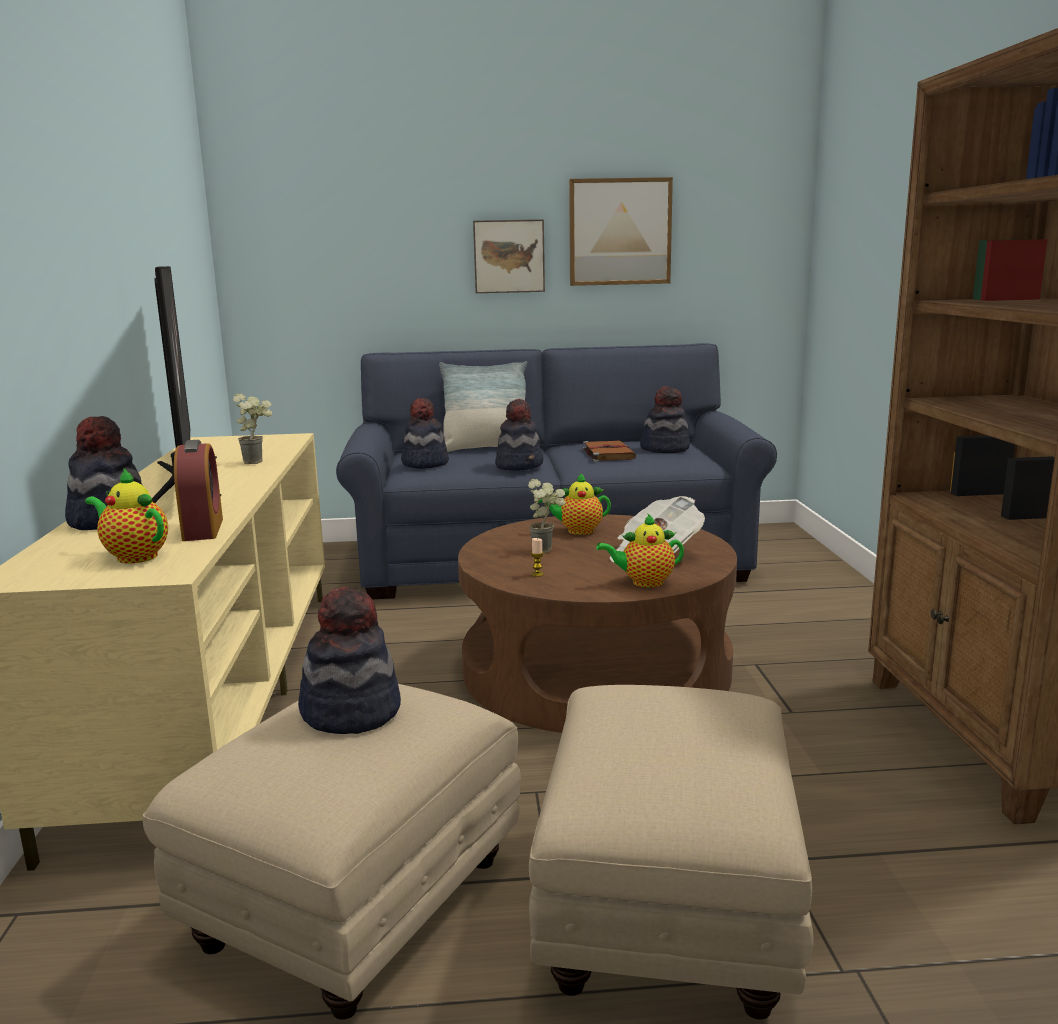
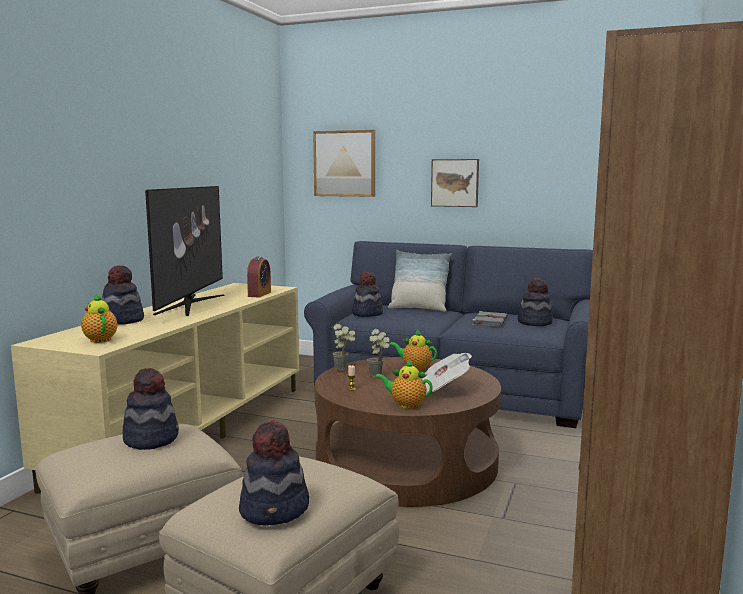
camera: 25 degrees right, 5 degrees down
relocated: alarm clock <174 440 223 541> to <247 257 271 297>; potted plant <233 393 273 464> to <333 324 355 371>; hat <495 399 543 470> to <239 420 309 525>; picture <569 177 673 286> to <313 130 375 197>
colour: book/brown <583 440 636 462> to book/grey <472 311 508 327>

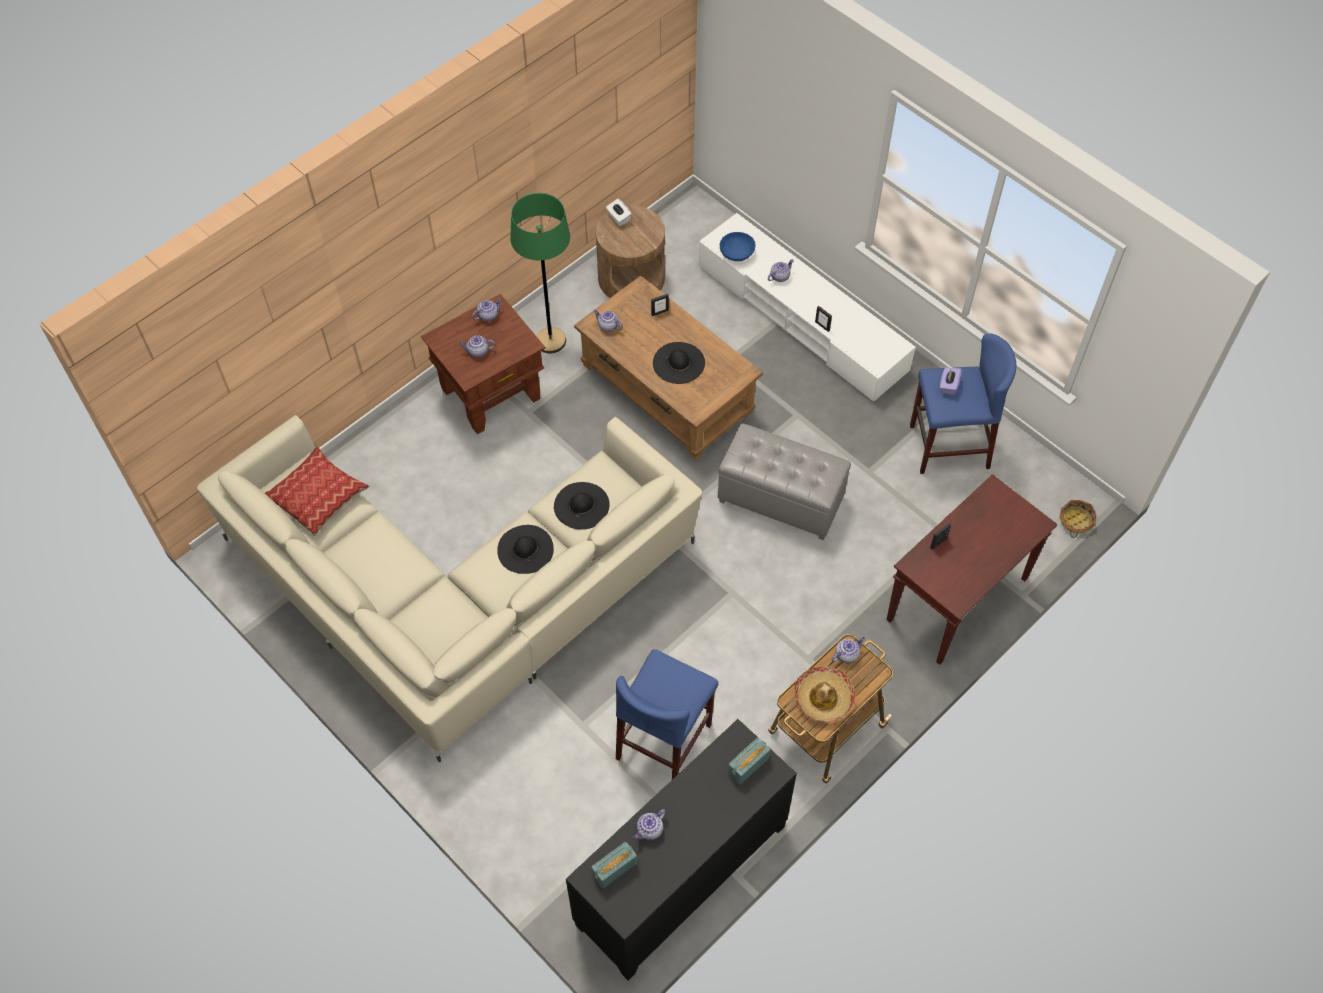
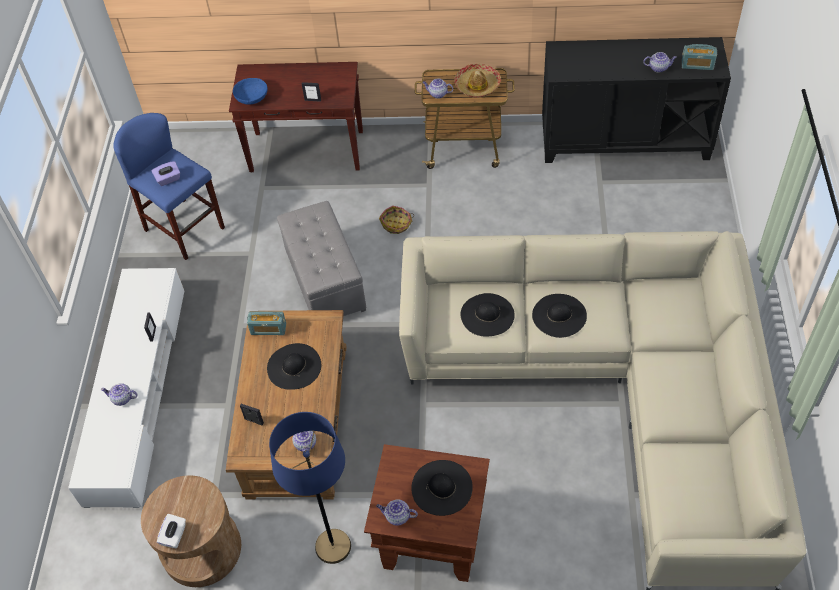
camera: 130 degrees left, 5 degrees down
missing: pillow <265 447 370 536>; stool/blue <616 649 718 779>
relocated: bowl/blue <720 232 756 261> to <233 78 268 105>; radio <728 738 770 785> to <247 311 286 335>; basket <1059 500 1096 538> to <379 206 414 234>
exchanged: teapot <459 335 495 357> to hat/black <411 460 473 516>
colour: floor lamp/green <510 193 570 353> to floor lamp/blue <269 412 351 564>

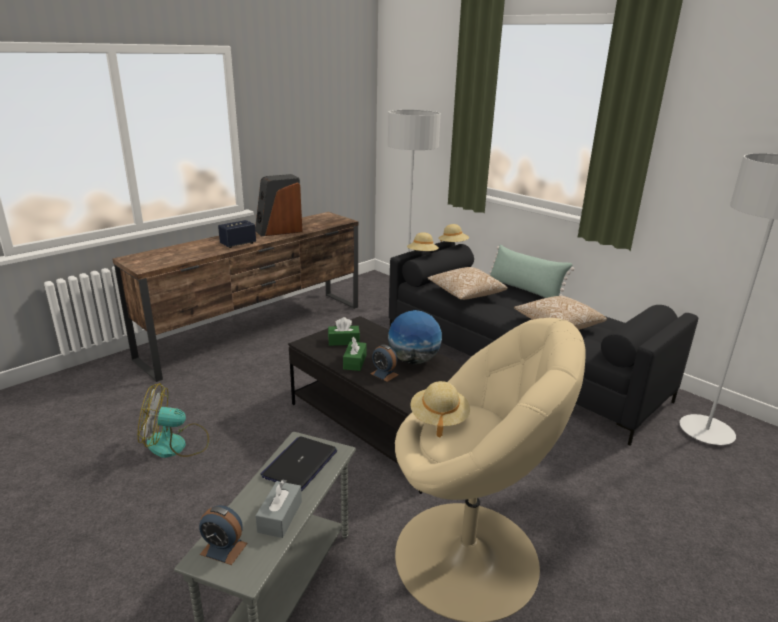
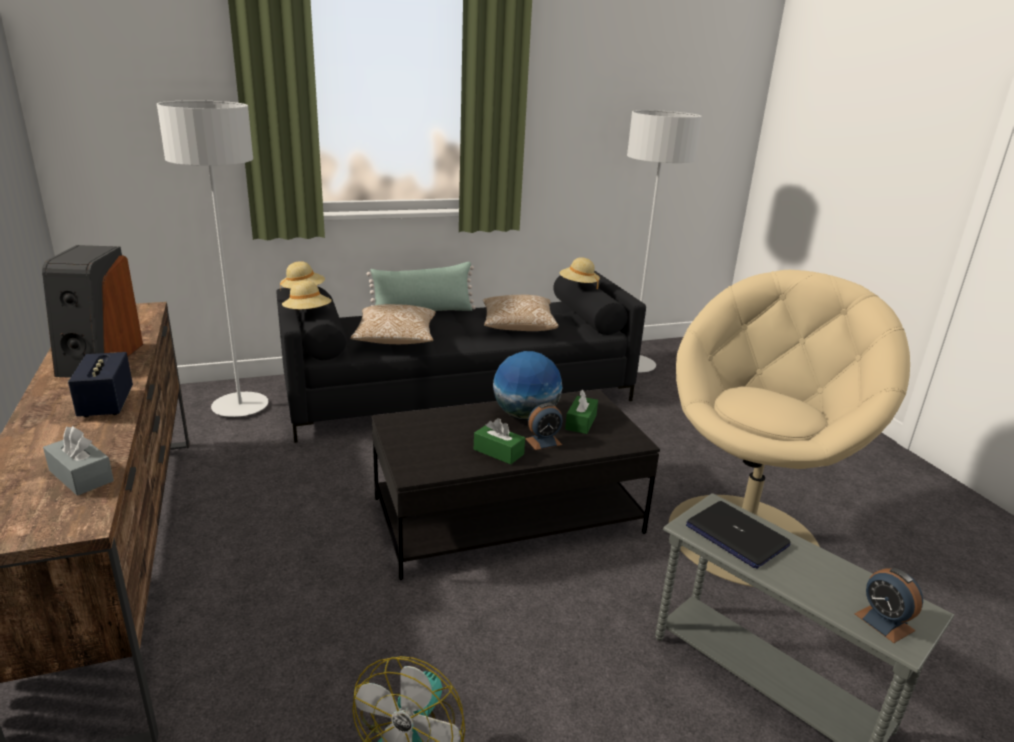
camera: 65 degrees left, 0 degrees up
relocated: tissue box/grey <256 480 302 538> to <43 426 114 496>; tissue box/green <328 317 360 346> to <565 390 598 434>; hat/beige <411 381 470 437> to <560 257 600 289>
spun: alarm clock <199 505 248 565> = <855 568 923 643> 105 degrees clockwise

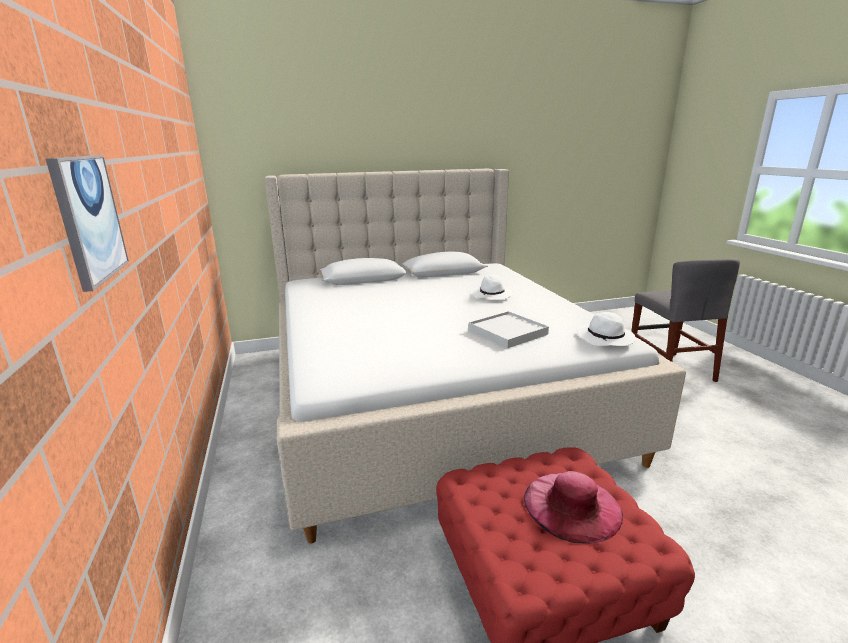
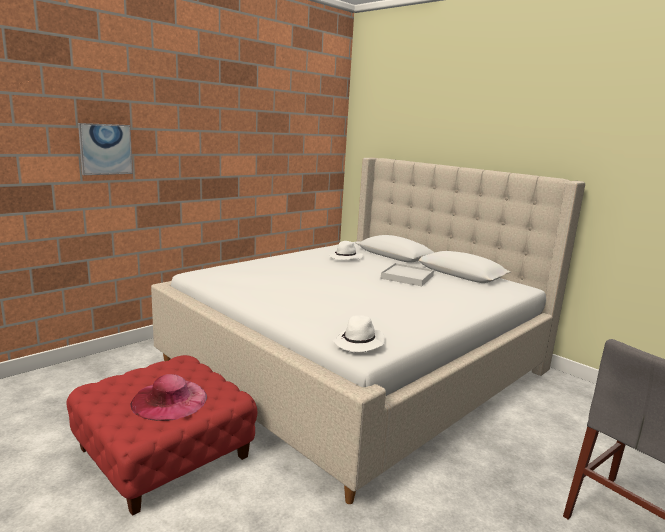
camera: 60 degrees right, 5 degrees down
relocated: tray/white <469 311 549 348> to <381 263 434 286>; hat/white <472 275 513 300> to <329 241 363 260>

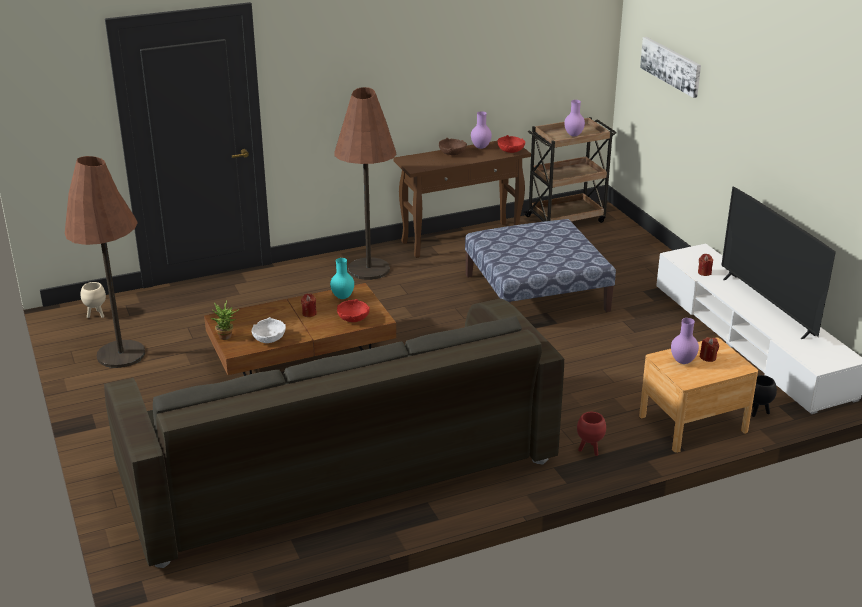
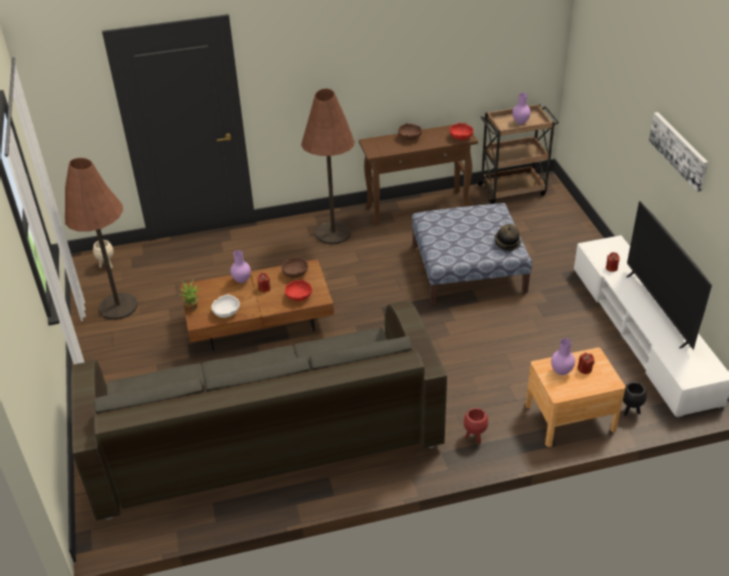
camera: 10 degrees right, 10 degrees up
appeared: hat <494 224 521 251>
relocated: vase/purple <471 111 492 149> to <230 250 251 283>; picture <640 37 701 98> to <649 112 708 192>
exchanged: vase/turquoise <330 258 354 299> to bowl/brown <281 256 308 278>

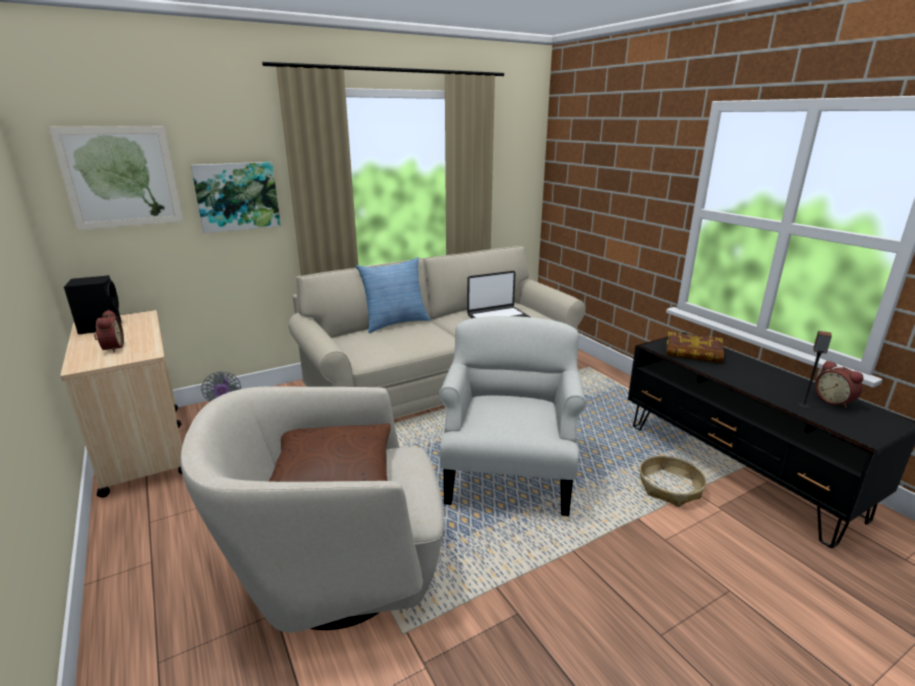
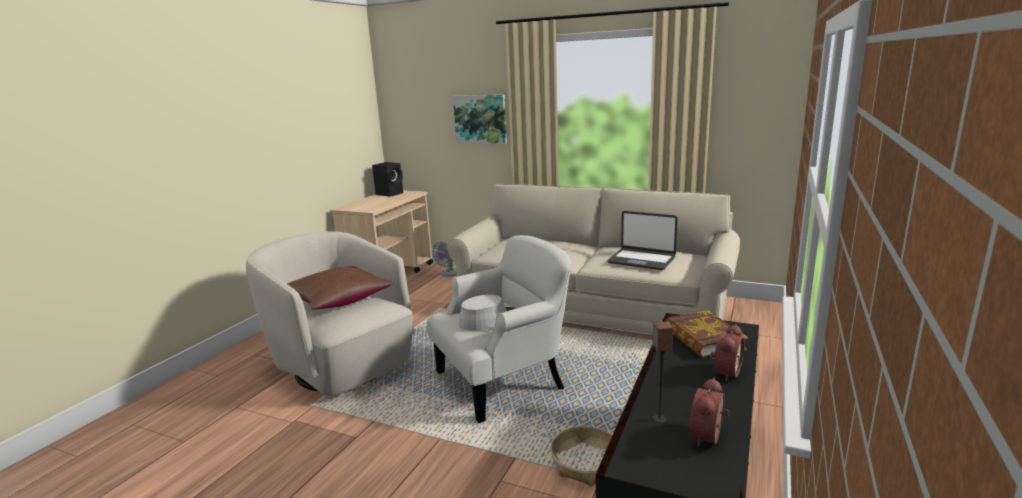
camera: 55 degrees right, 5 degrees down
missing: picture <49 126 183 230>; pillow <356 257 430 333>
appeared: hat/grey <459 295 515 331>
relocated: alarm clock <94 310 124 352> to <711 324 745 382>

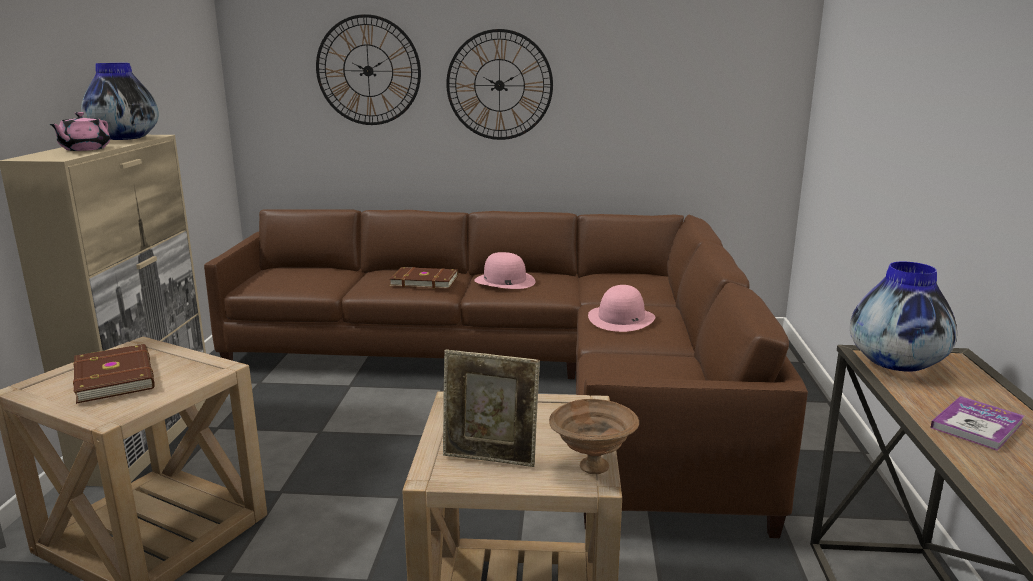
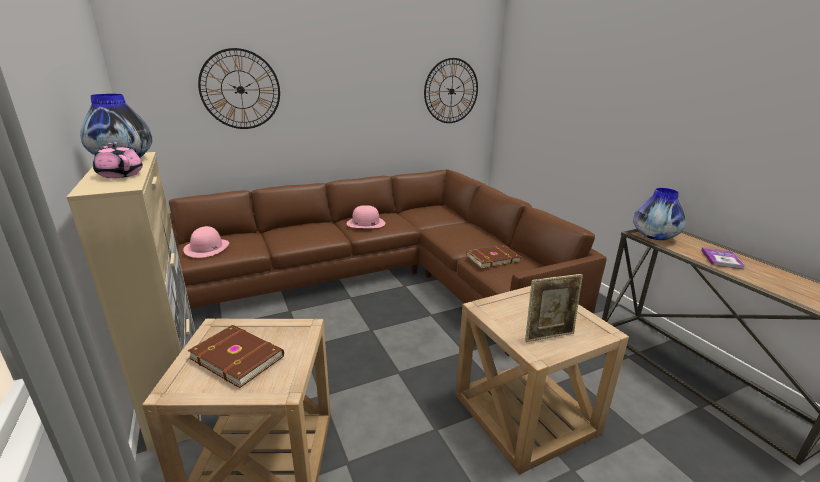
camera: 30 degrees left, 5 degrees up
missing: bowl/brown <549 399 639 474>
relocated: book/brown <390 267 458 289> to <466 245 521 269>; wall clock <446 29 553 140> to <424 58 478 123>; hat/pink <588 285 655 332> to <183 226 229 258>
spun: teapot/pink <49 112 110 151> = <93 142 143 178> 150 degrees clockwise

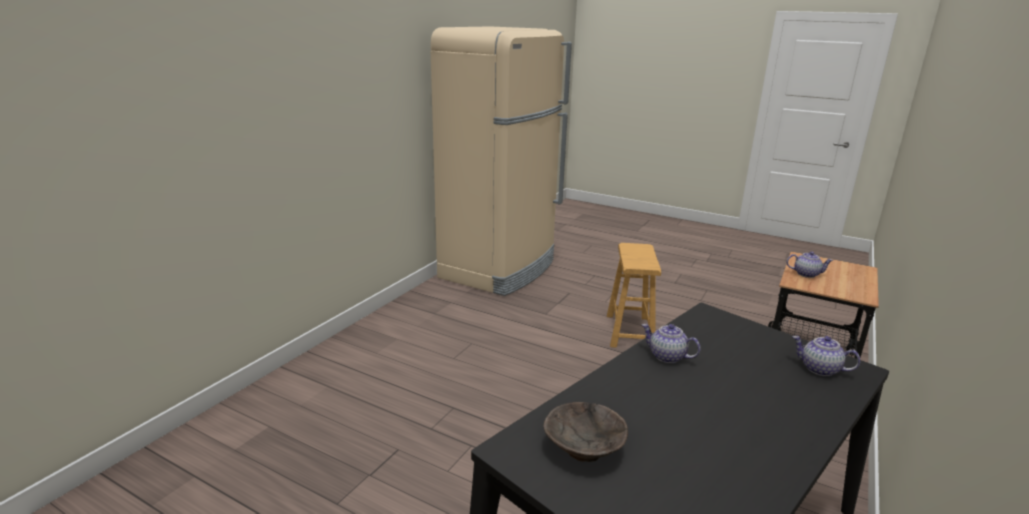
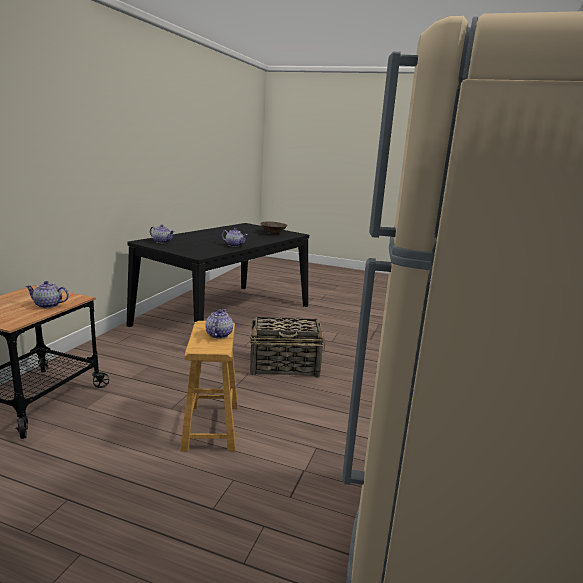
camera: 170 degrees right, 5 degrees down
appeared: teapot <205 309 233 339>; basket <250 316 325 378>

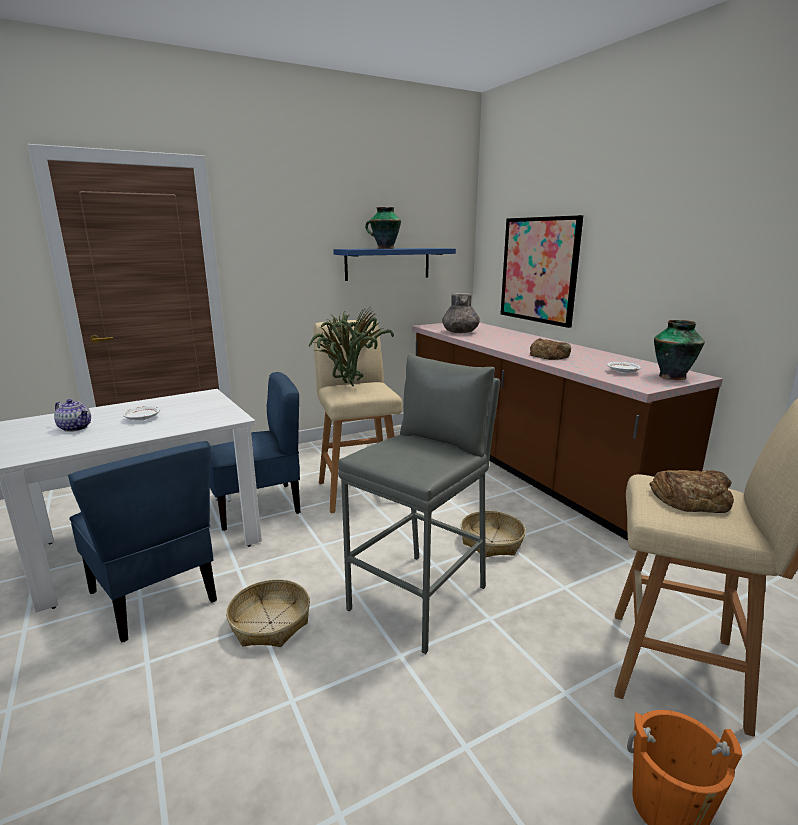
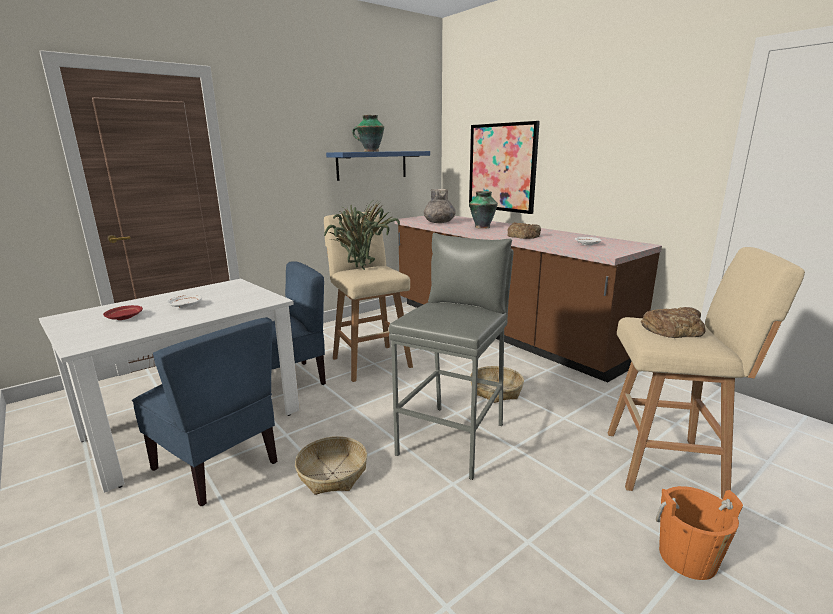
camera: 10 degrees left, 0 degrees up
relocated: vase <654 320 705 380> to <469 191 498 229>
exchanged: teapot <54 399 91 432> to plate/red <103 305 143 320>

